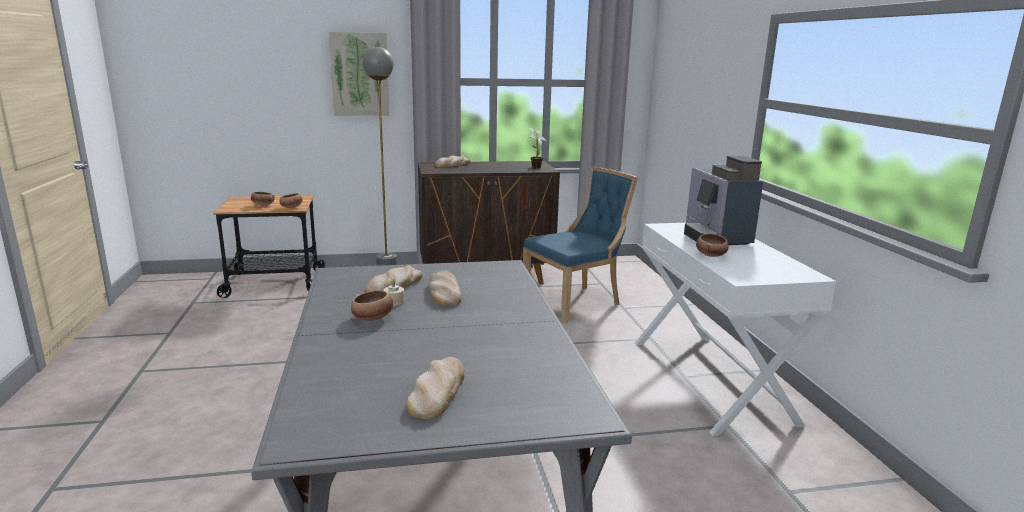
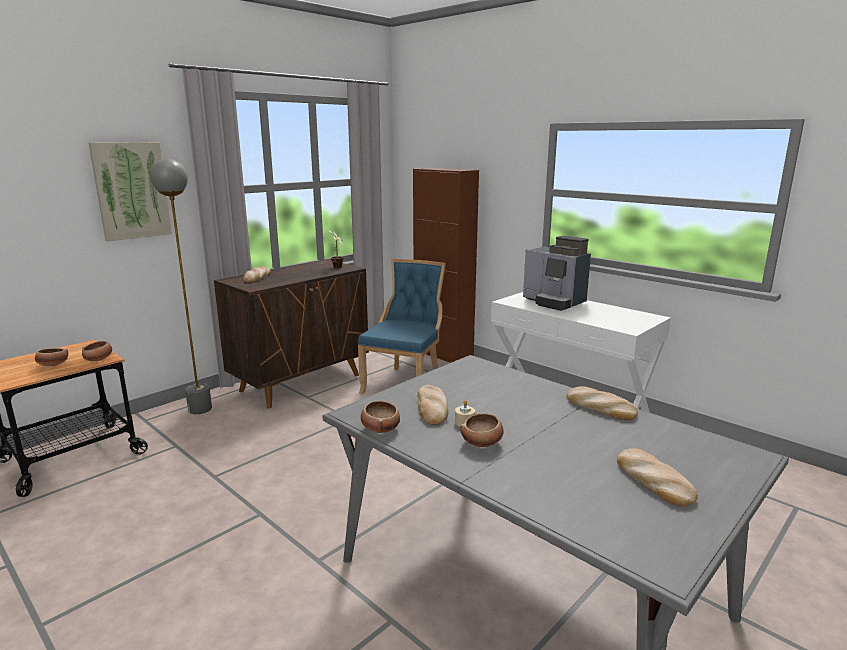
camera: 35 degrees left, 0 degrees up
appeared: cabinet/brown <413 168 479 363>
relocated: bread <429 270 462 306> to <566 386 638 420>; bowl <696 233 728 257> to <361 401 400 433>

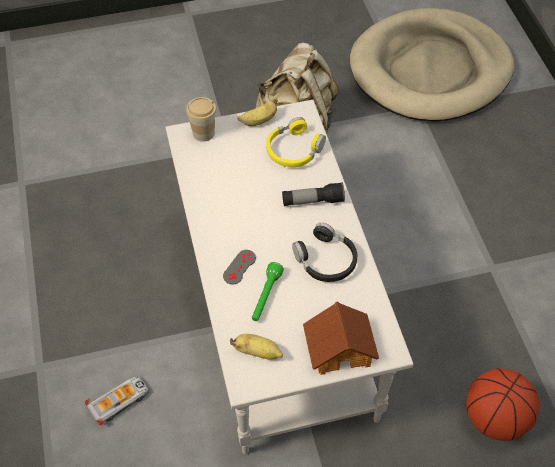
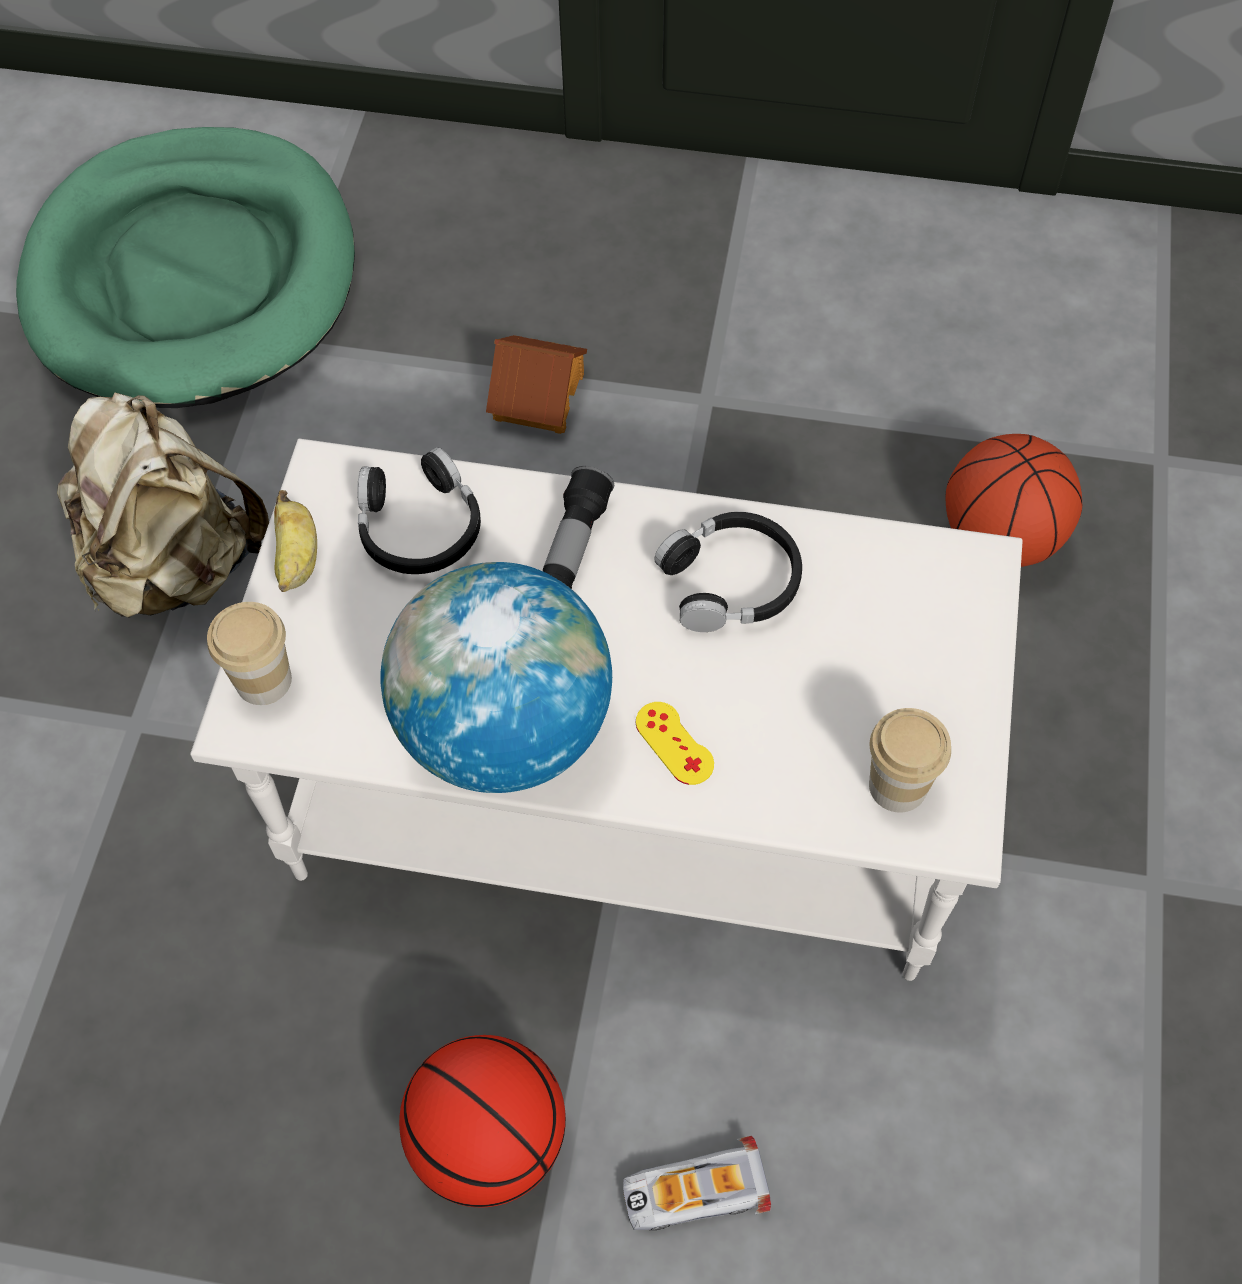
camera: 65 degrees left, 5 degrees up
missing: flashlight/green <252 262 284 321>
appeared: globe <380 562 612 793>; basketball <399 1035 566 1207>
relocated: toy house <303 302 379 375> to <486 335 587 434>
exchanged: banana <230 334 283 360> to cup <869 708 951 812>
colour: game controller/grey <223 250 256 285> to game controller/yellow <636 702 714 785>; headphones/yellow <266 117 326 167> to headphones/black <357 447 481 574>; dog bed/beige <350 8 514 122> to dog bed/green <16 127 355 408>
spun: toy car <85 376 149 426> = <623 1136 771 1230> 90 degrees counterclockwise

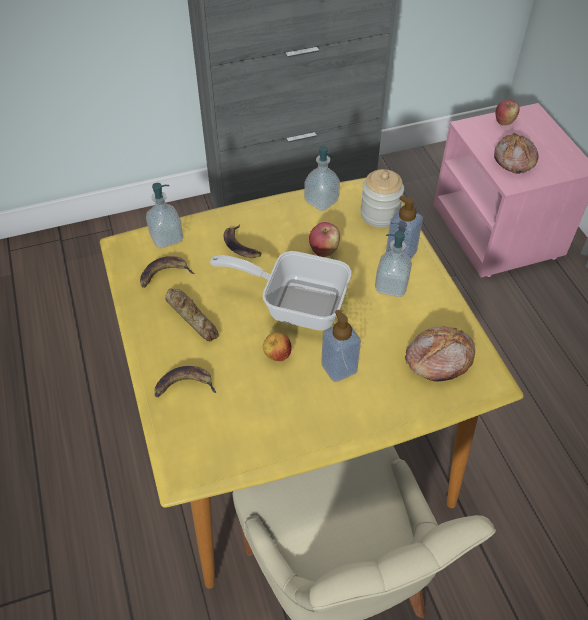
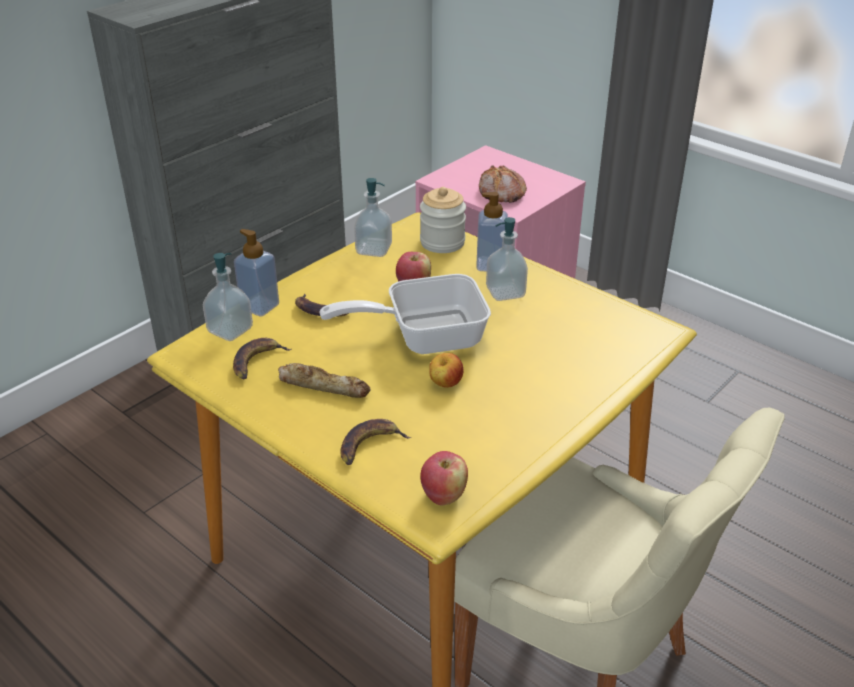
camera: 30 degrees left, 15 degrees down
missing: bread <405 327 475 382>
relocated: soap dispenser <321 310 361 382> to <234 229 279 317>; apple <495 99 520 125> to <420 451 468 506>

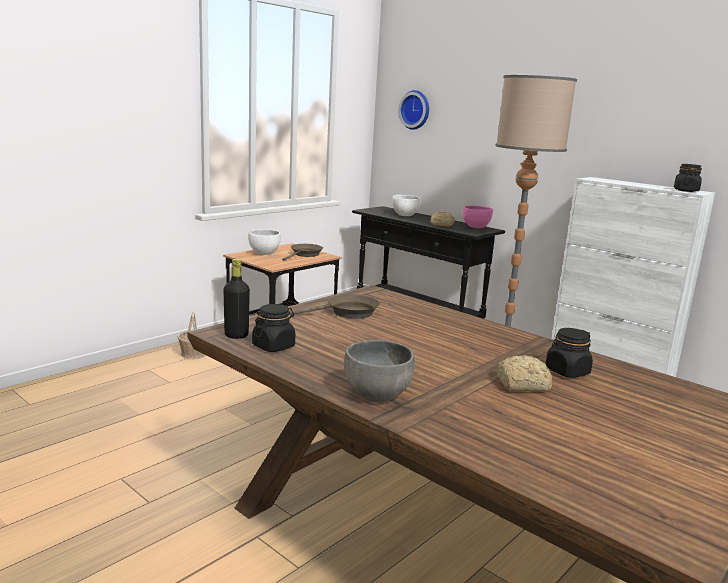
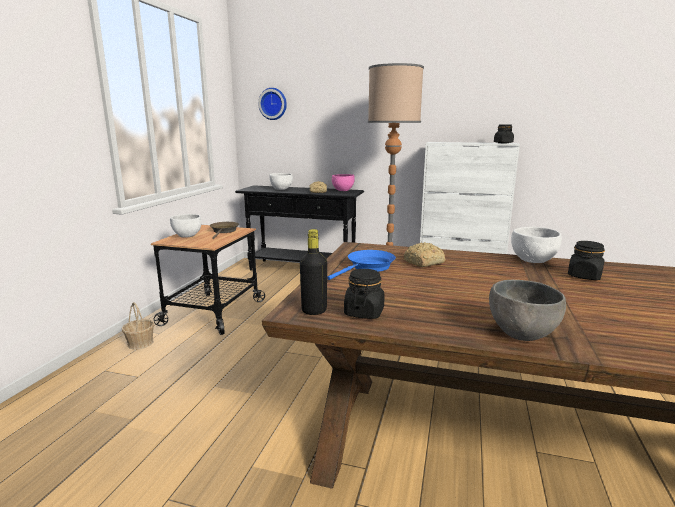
camera: 25 degrees left, 0 degrees up
appeared: bowl/white <511 227 562 263>
relocated: bread <497 355 552 392> to <404 242 445 267>
colour: frying pan/brown <290 294 380 319> to frying pan/blue <327 250 396 280>

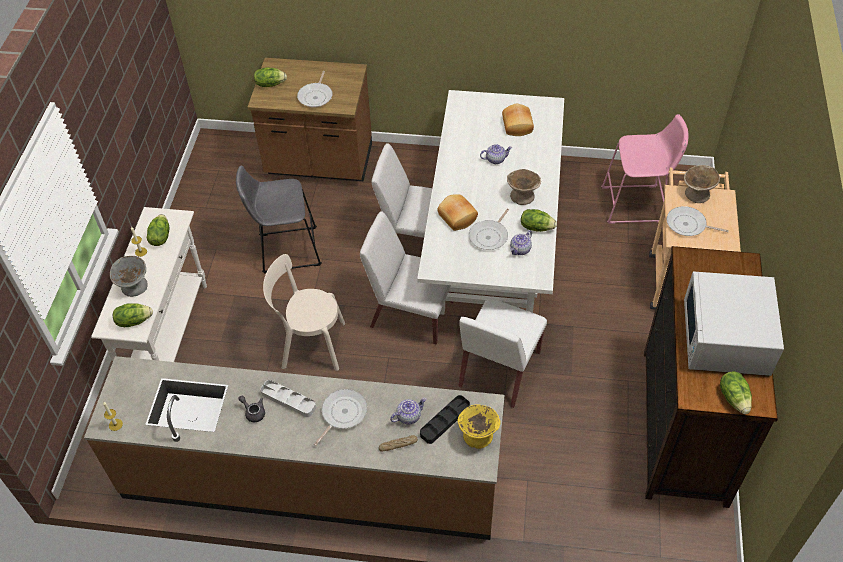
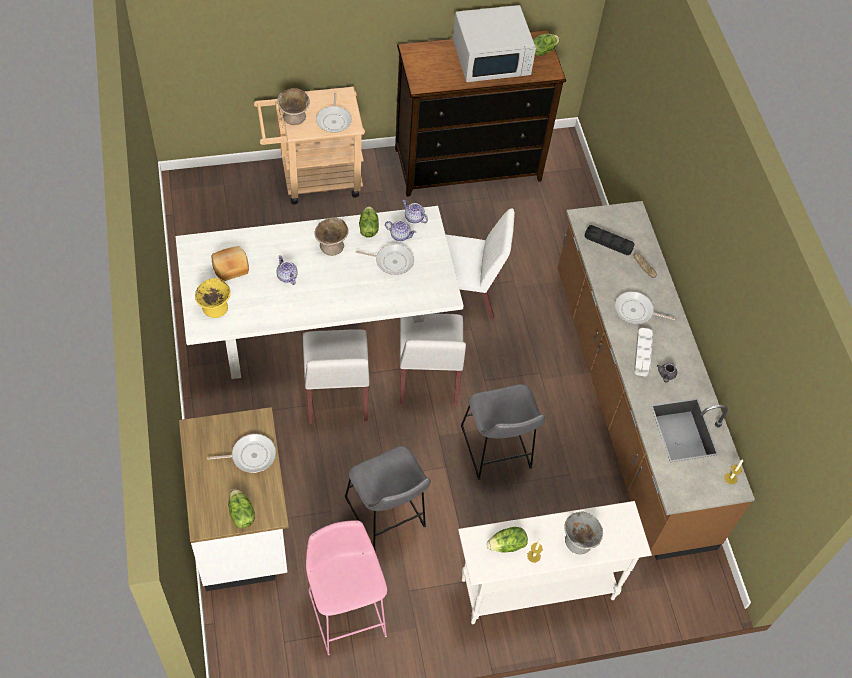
camera: 115 degrees left, 5 degrees up
missing: lettuce <113 303 153 327>; bread <437 194 478 231>
relocated: teapot <390 398 426 424> to <402 200 428 223>; bowl/yellow <458 404 501 449> to <195 278 231 318>; stool/pink <601 114 689 224> to <306 520 387 655>
exchanged: chair/beige <263 254 345 371> to stool/grey <461 384 545 480>
colour: counter/brown <248 58 372 181> to counter/white <179 407 289 591>

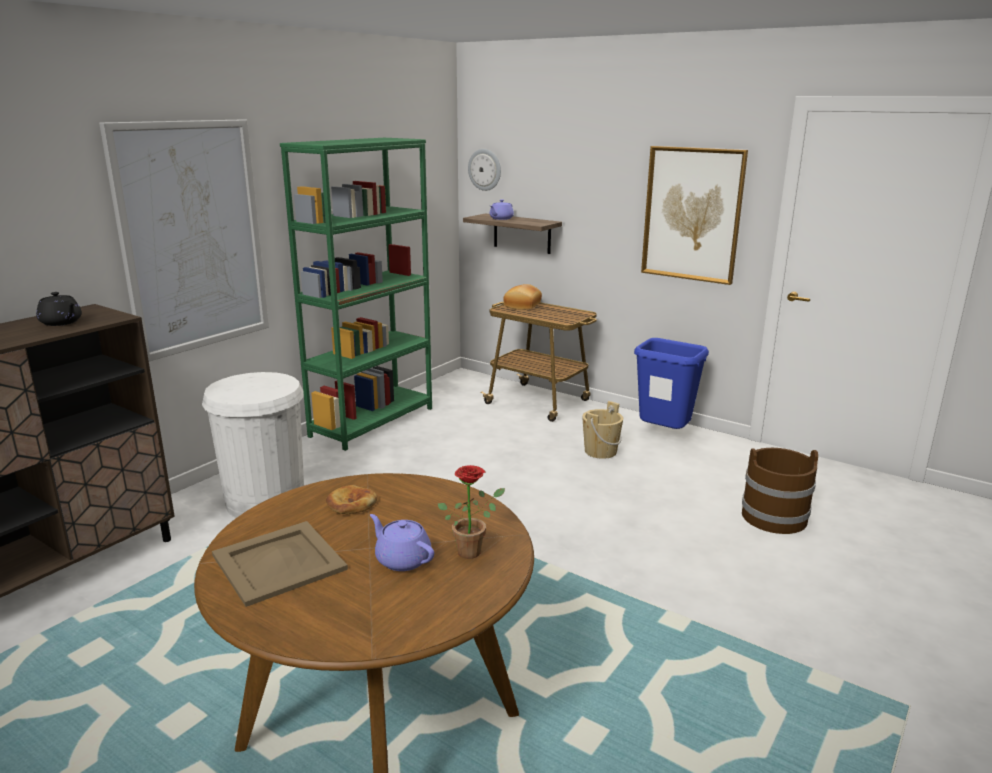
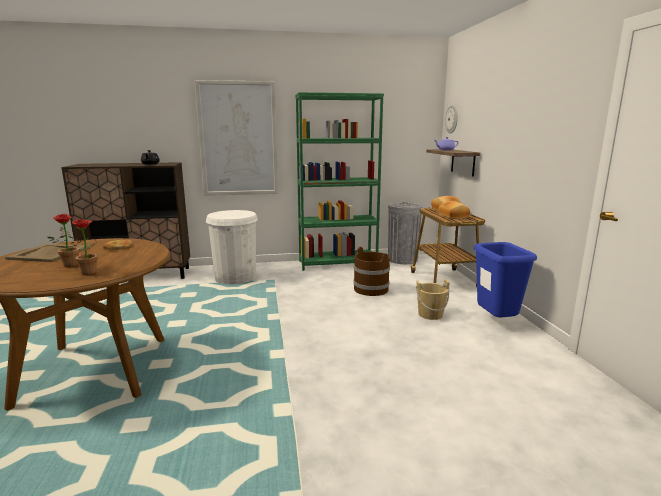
camera: 45 degrees right, 5 degrees down
missing: picture <641 146 748 285>
appeared: trash can/grey <388 202 423 264>; bread <438 201 470 219>
relocated: bucket/brown <742 448 818 534> to <354 247 390 296>
exchanged: teapot/purple <370 514 434 571> to potted plant <47 214 89 267>

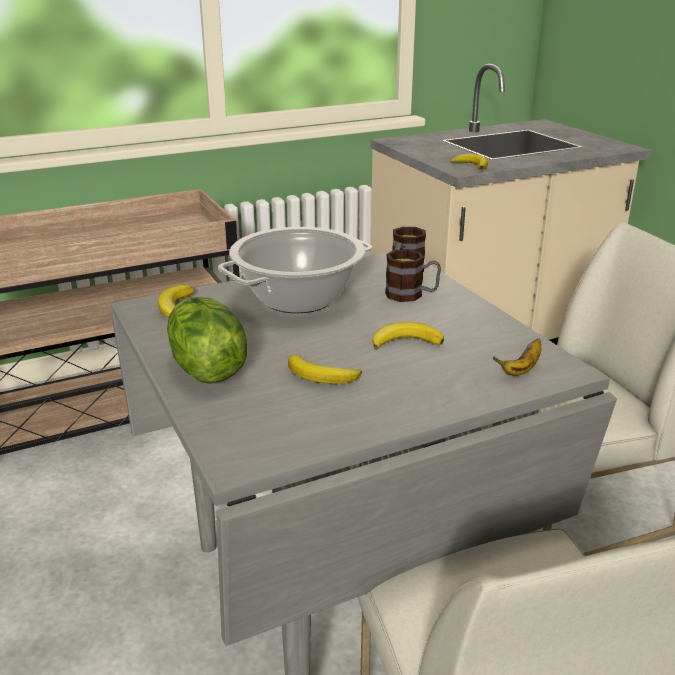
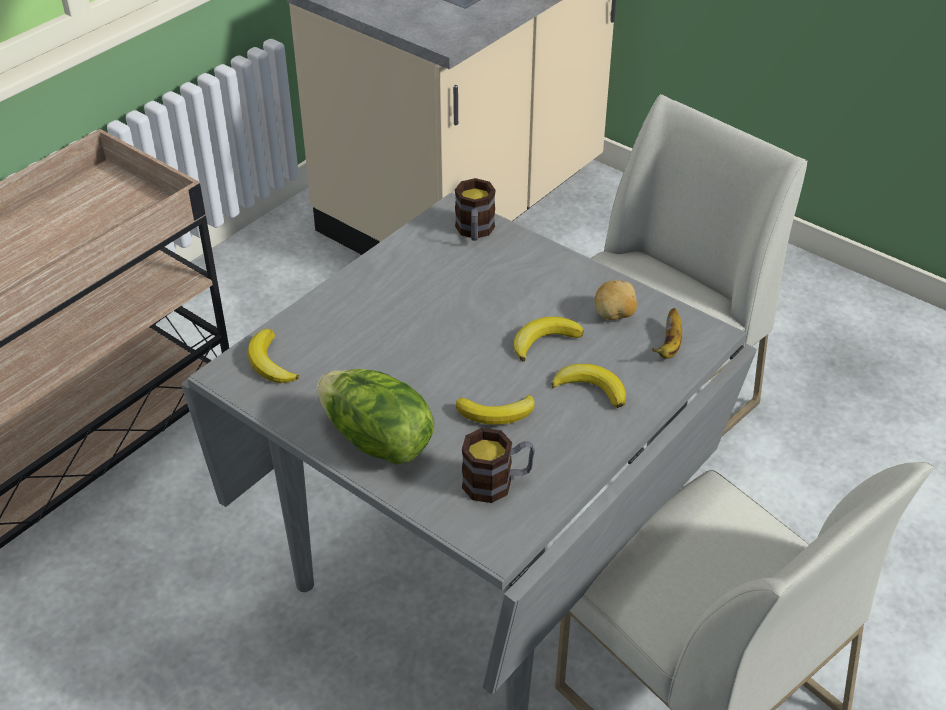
camera: 25 degrees left, 15 degrees up
missing: cooking pot <218 227 373 313>
appeared: potato <595 280 637 320>
relocated: mug <385 249 441 302> to <462 428 535 503>; banana <450 154 488 170> to <551 364 626 408>

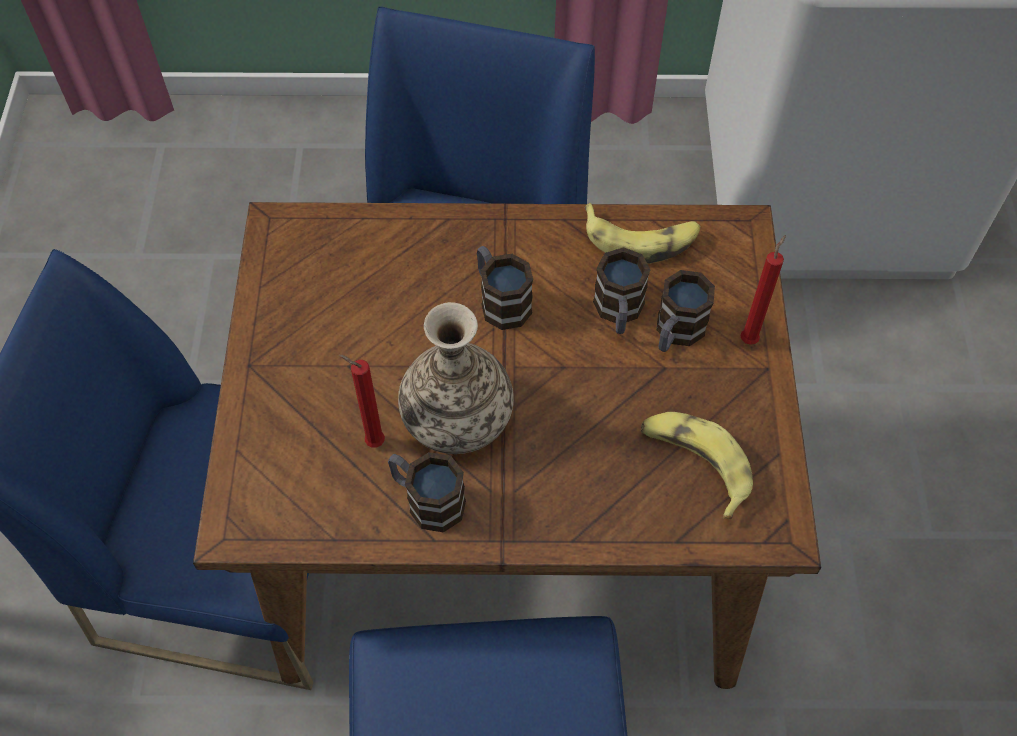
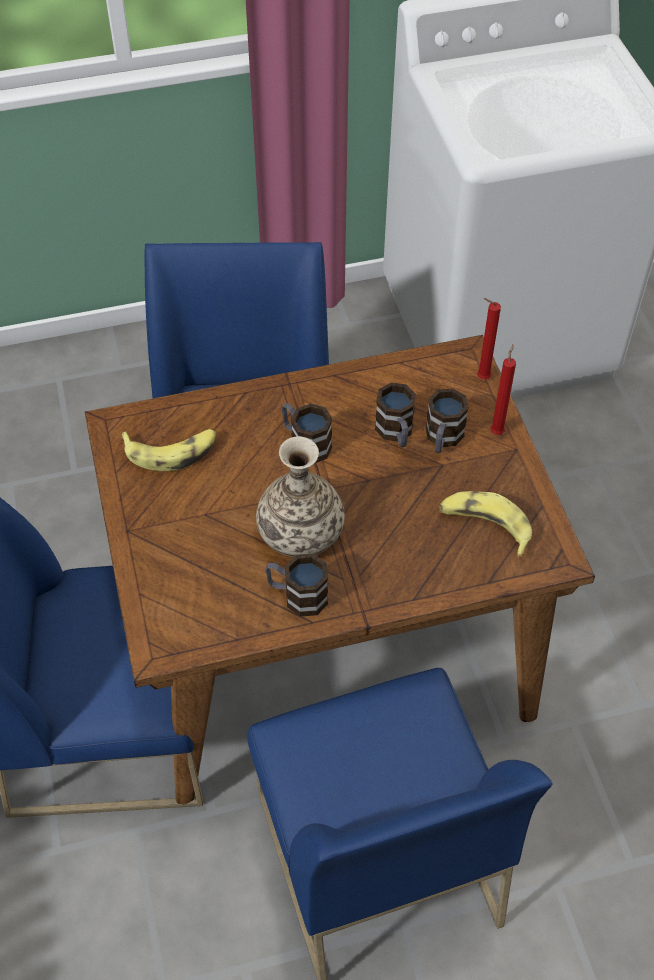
camera: 15 degrees left, 5 degrees down
relocated: candle/red <339 355 385 447> to <477 298 501 380>; banana <585 203 701 264> to <121 429 216 471>

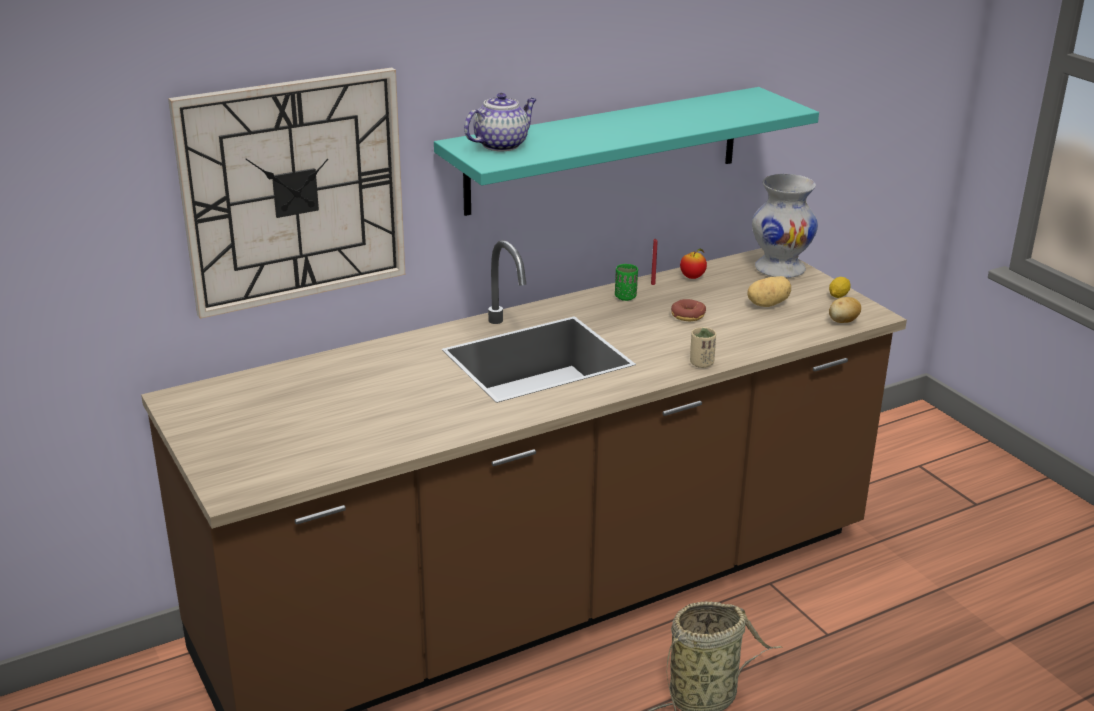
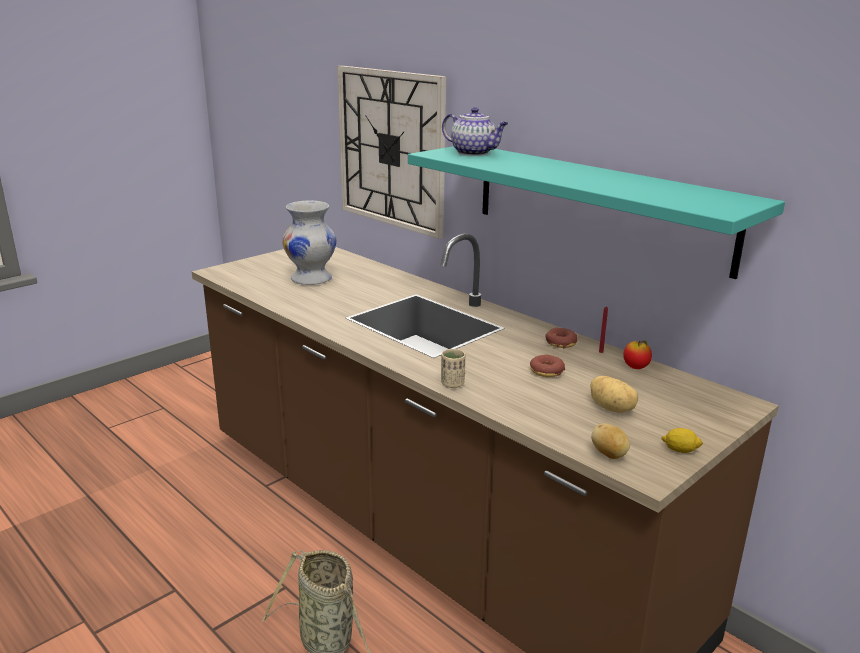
camera: 75 degrees right, 5 degrees down
relocated: vase/white <752 174 818 278> to <282 201 336 285>
exchanged: cup/green <615 264 638 301> to donut <545 328 578 349>

